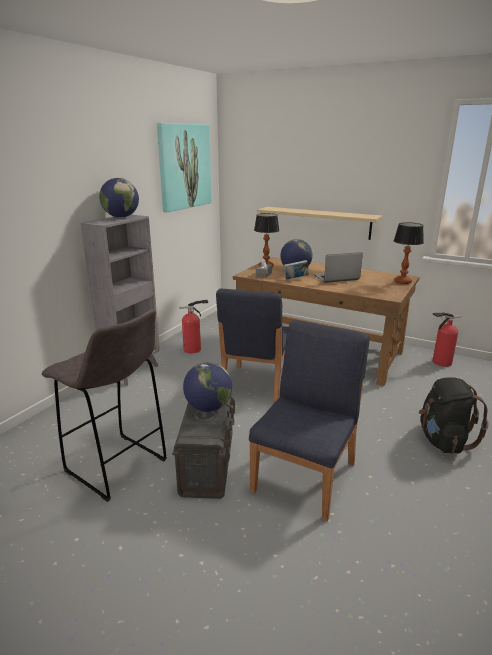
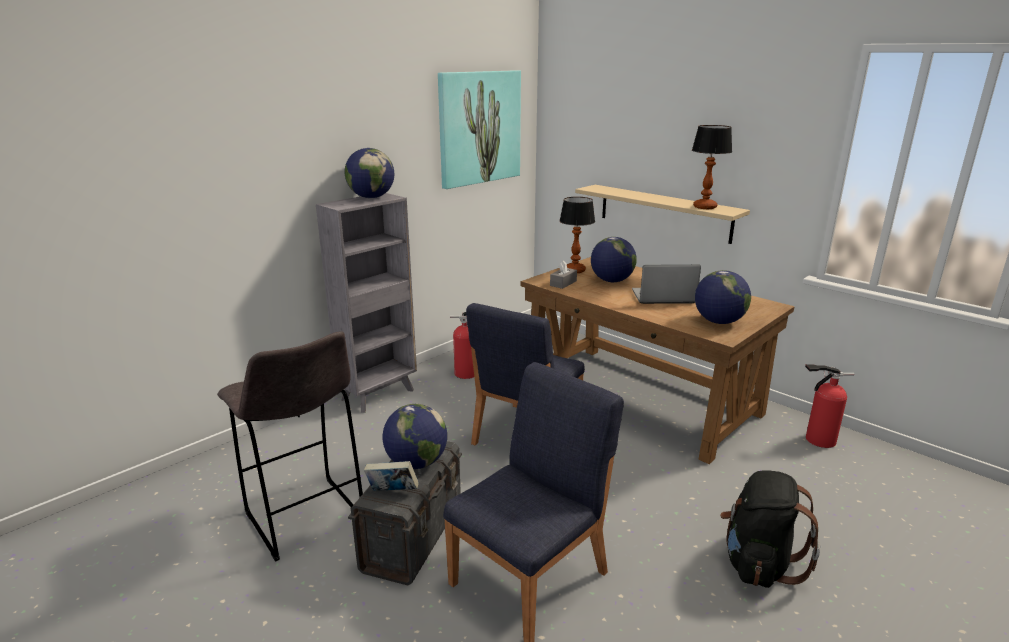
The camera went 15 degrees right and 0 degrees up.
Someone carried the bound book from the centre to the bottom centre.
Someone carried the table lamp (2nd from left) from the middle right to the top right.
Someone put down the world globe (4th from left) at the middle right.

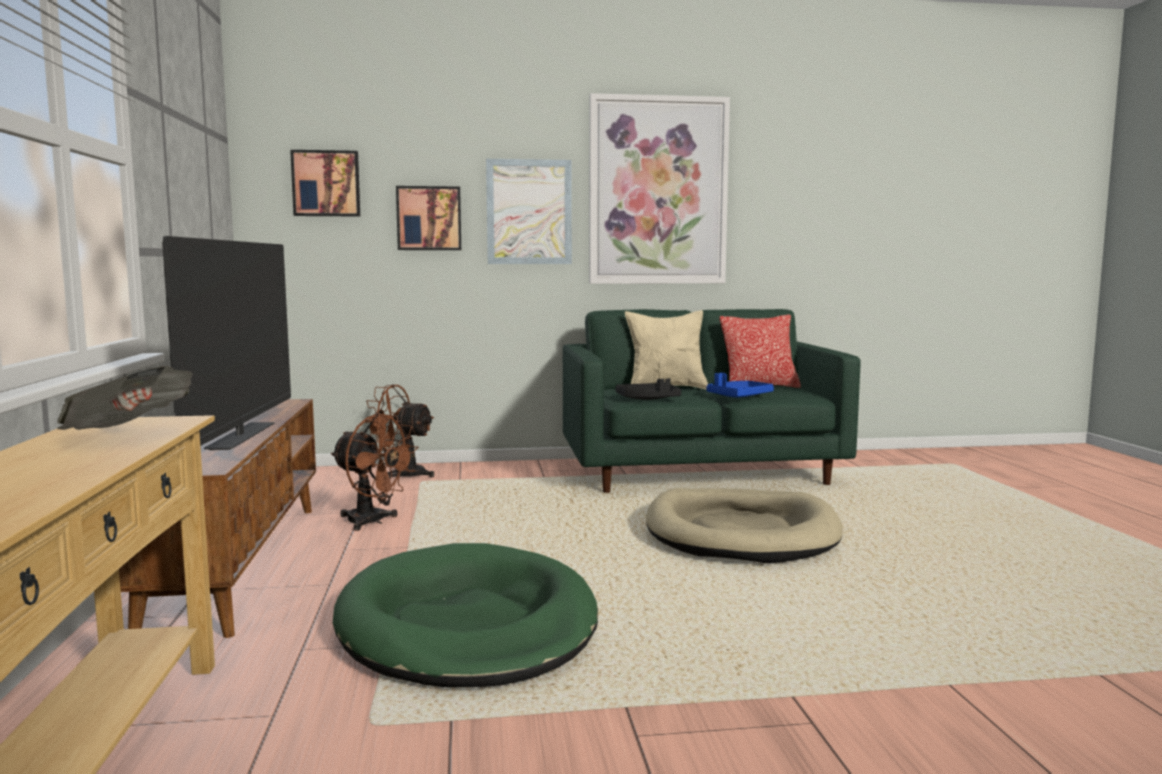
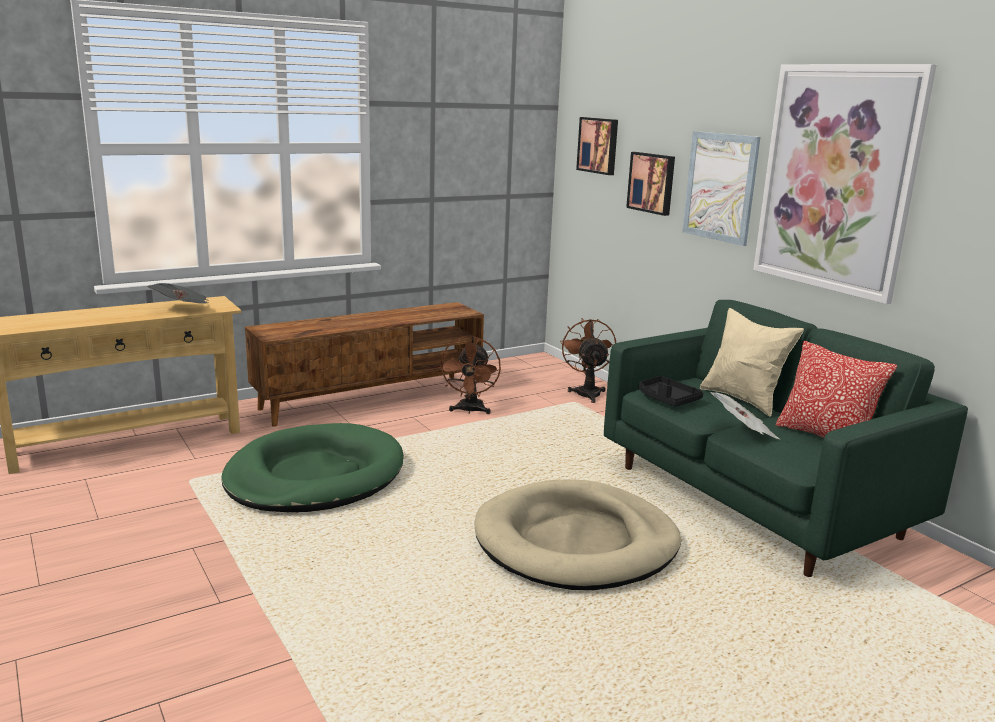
The camera went 65 degrees right and 10 degrees up.
Someone took away the television at the middle left.
Someone swapped the carrying tray in blue-coloured at the centre for the daily paper (2nd from left) at the middle right.

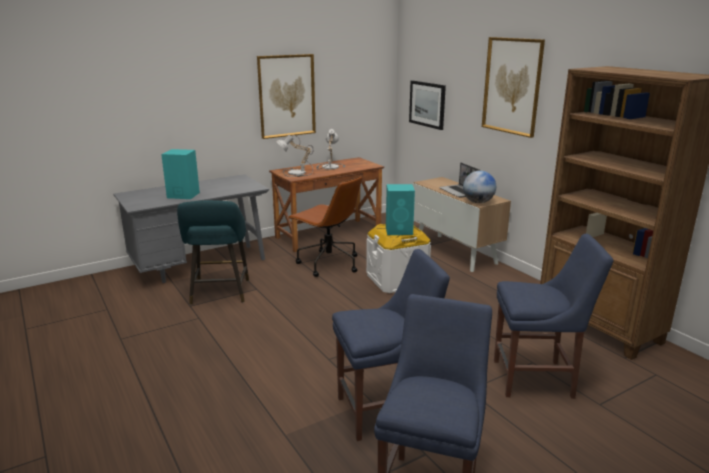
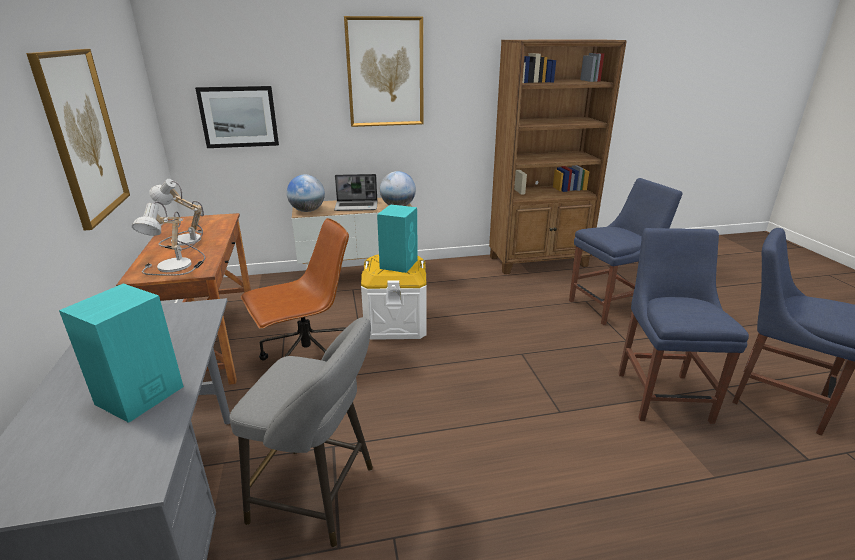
The camera went 70 degrees left and 5 degrees up.
Someone repainted the stool seat in blue-green at the middle left, which became the stool seat in gray at the bottom centre.
Someone rotated the upright chair in blue-coloured (3rd from left in the first image) at the bottom right by 45 degrees clockwise.
Someone put down the world globe (1st from left) at the centre.

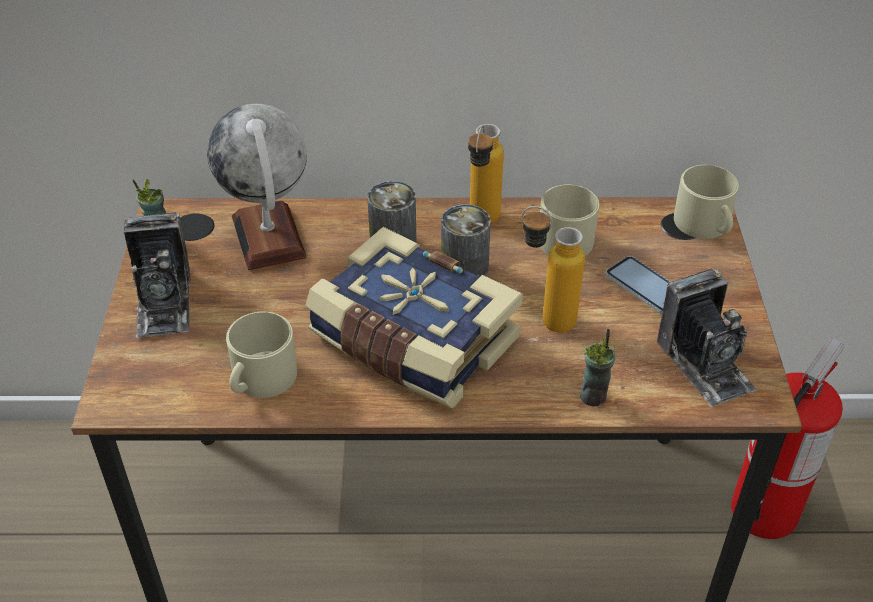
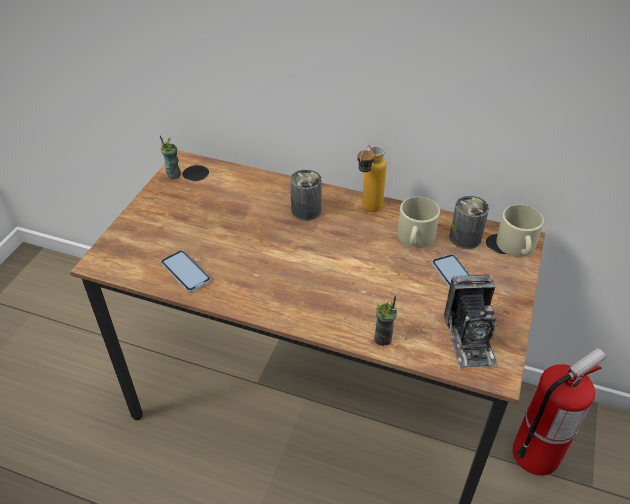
The camera went 20 degrees right and 0 degrees up.
Someone took away the still camera (1st from left) at the middle left.
Someone took away the world globe at the top left.
Someone swapped the coffee mug in sand-coloured (1st from left) at the middle left for the handset (1st from left) at the middle left.
Someone took away the bound book at the centre.
Someone carried the metal can (2nd from left) from the centre to the middle right.
Someone took away the beverage bottle (2nd from left) at the centre.

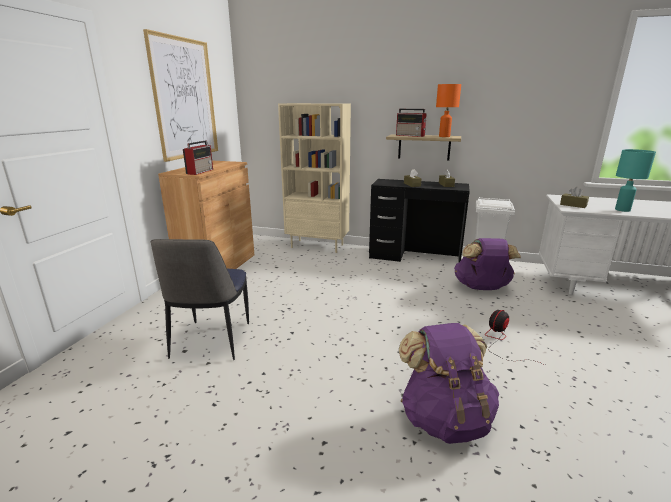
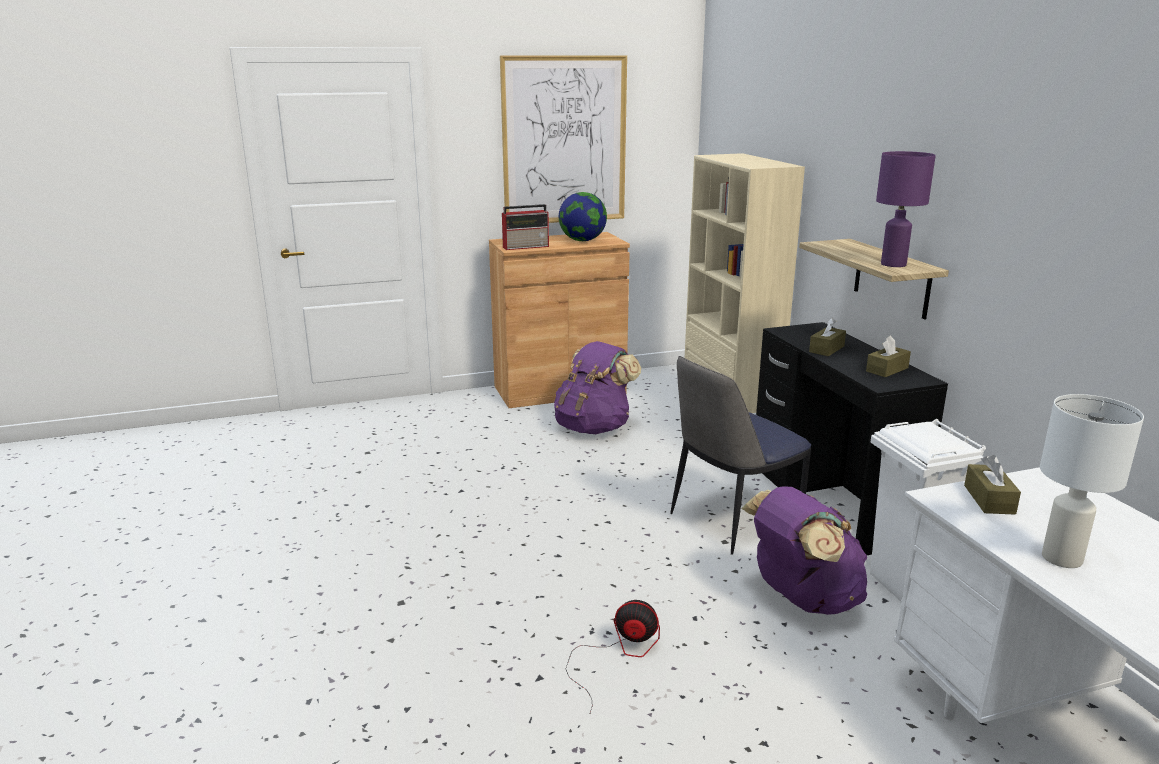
The camera went 55 degrees right and 0 degrees up.
Someone carried the upright chair from the middle left to the centre.
Someone took away the radio (2nd from left) at the top centre.
Someone carried the rucksack in purplish (1st from left) from the bottom right to the centre.
Someone repainted the table lamp in orangey at the top right, which became the table lamp in purplish at the top right.
Someone repainted the table lamp in blue-green at the middle right, which became the table lamp in white at the middle right.
Someone put down the world globe at the top centre.

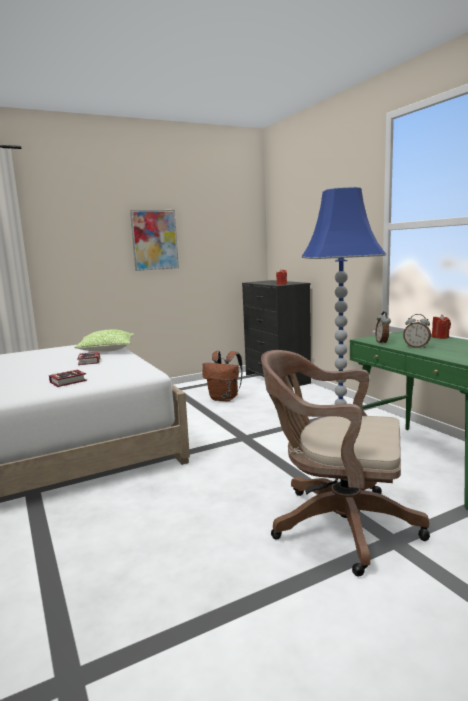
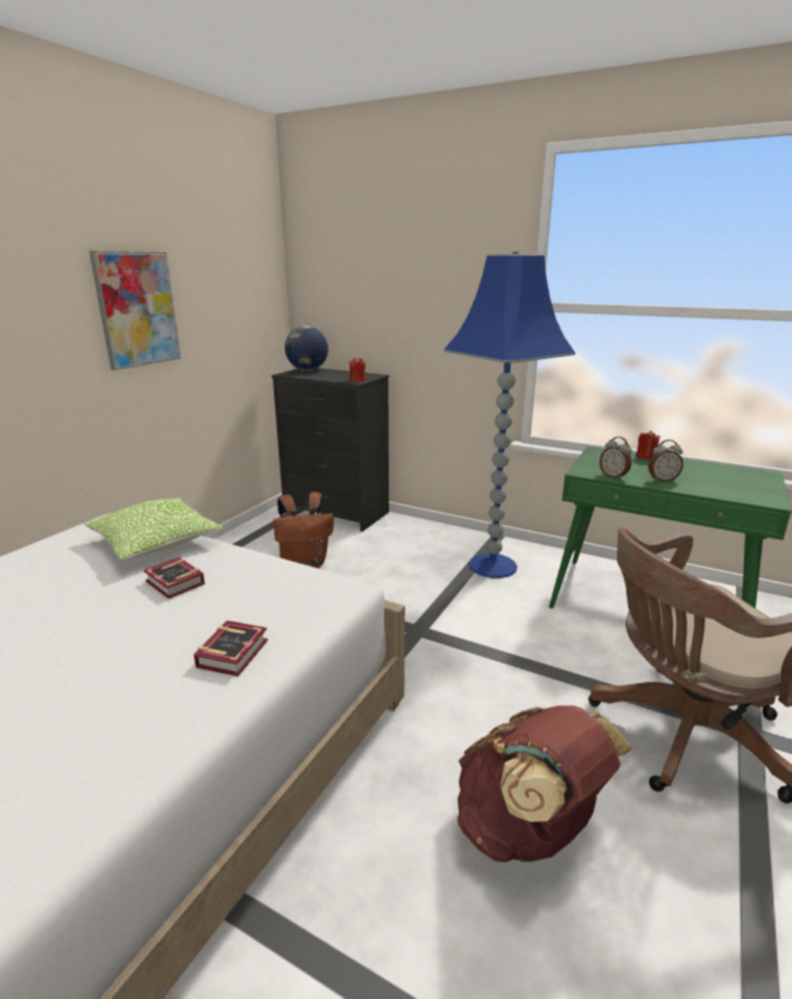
The camera went 35 degrees left and 10 degrees up.
Someone put down the world globe at the centre.
Someone put down the rucksack in brown (2nd from left) at the bottom right.

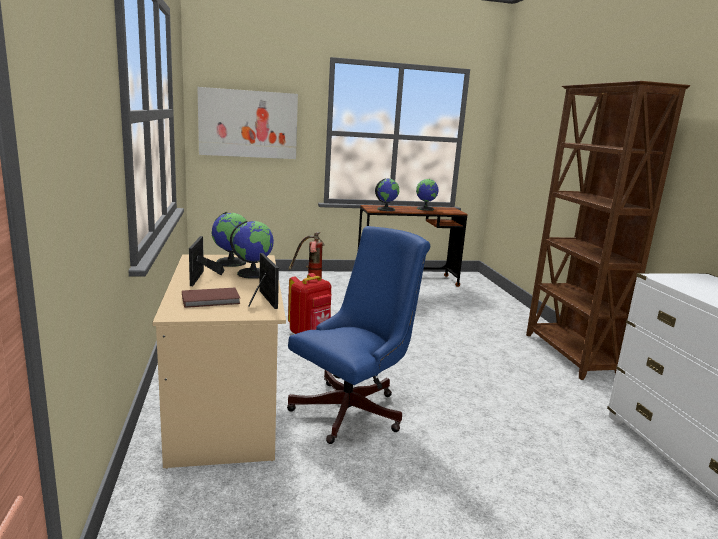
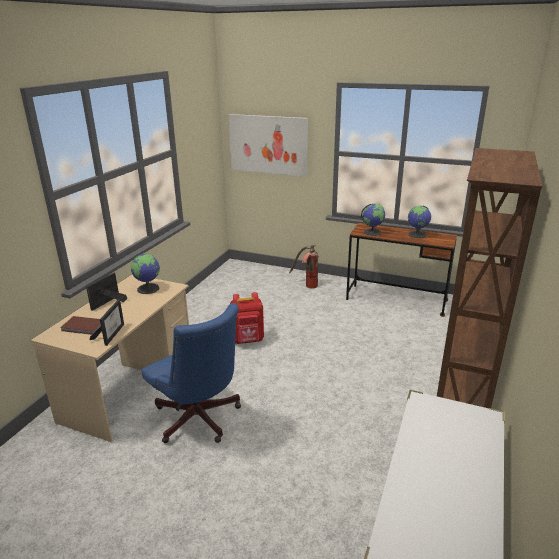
The camera went 35 degrees right and 10 degrees up.
Someone took away the world globe (2nd from left) at the centre.
Someone rotated the desk chair in blue-coloured at the centre by 60 degrees clockwise.

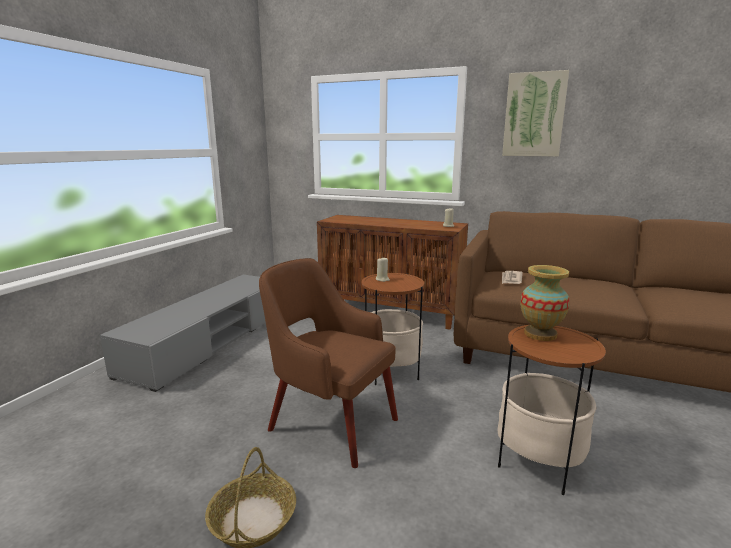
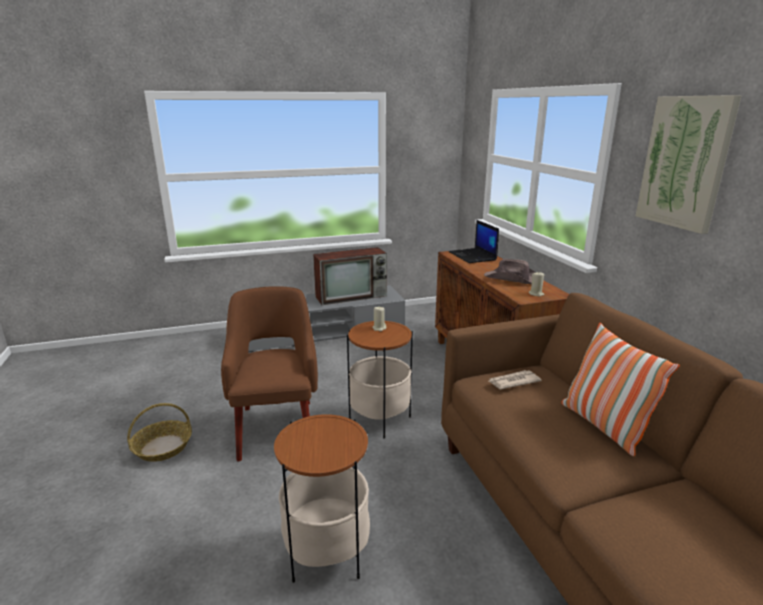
The camera went 50 degrees right and 5 degrees up.
Someone took away the decorative vase at the middle right.
Someone put down the television at the centre.
Someone put down the laptop at the centre.
Someone put down the hat in brown at the middle right.
Someone put down the throw pillow at the middle right.

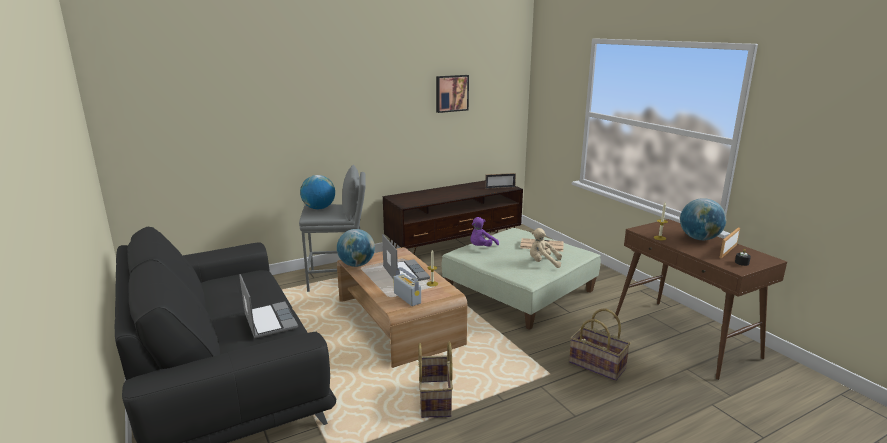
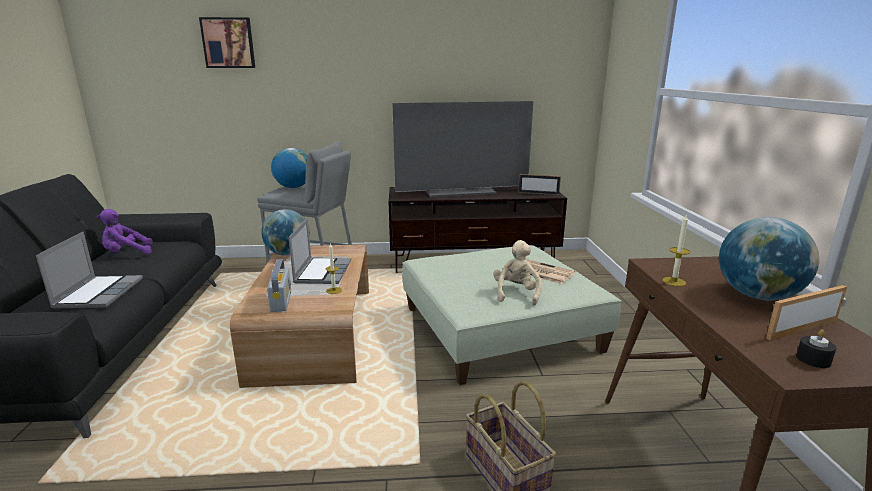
The camera went 25 degrees right and 0 degrees up.
Someone took away the basket (1st from left) at the bottom centre.
Someone carried the wall art from the top centre to the top left.
Someone carried the soft toy in purplish from the centre to the middle left.
Someone rotated the soft toy in sand-coloured at the centre by 60 degrees clockwise.
Someone put down the television at the top centre.

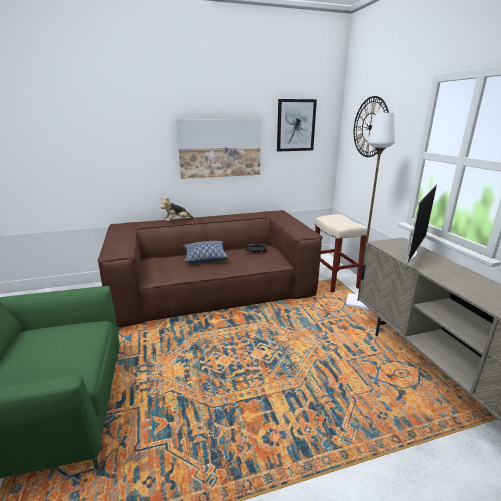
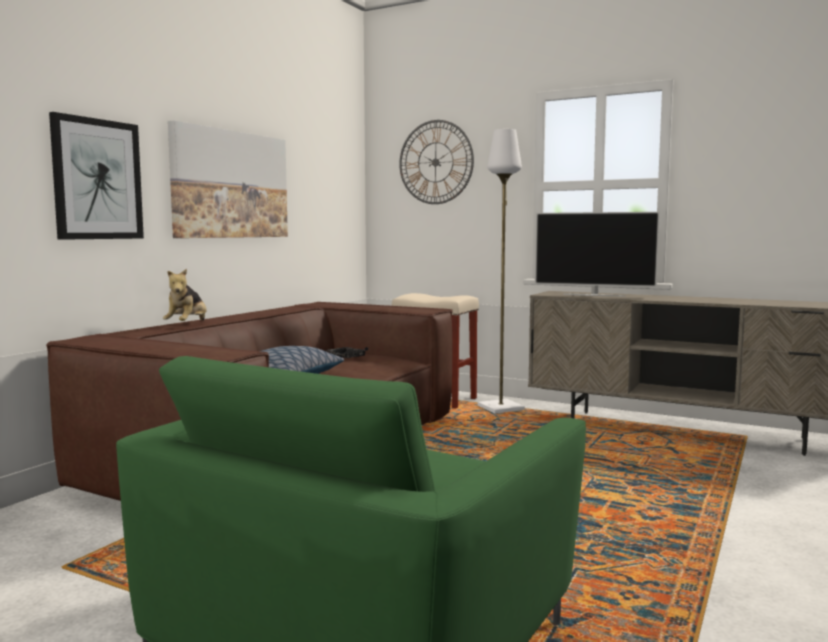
The camera went 45 degrees left and 15 degrees down.
Someone carried the wall art (2nd from left in the first image) from the top centre to the top left.
Someone rotated the television at the middle right by 120 degrees clockwise.

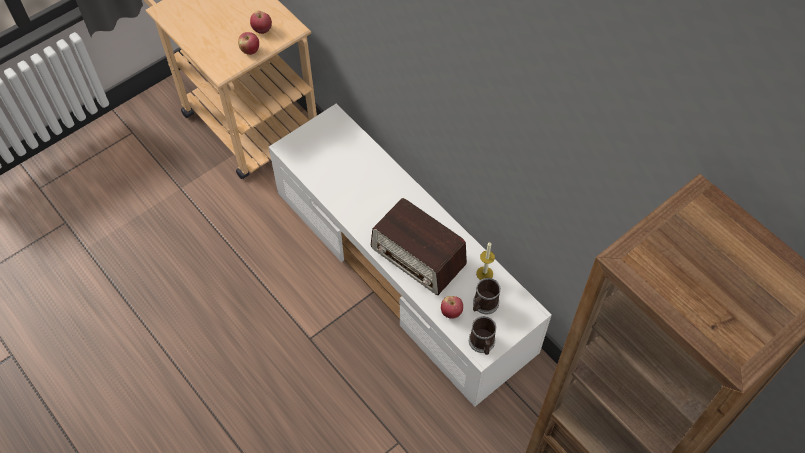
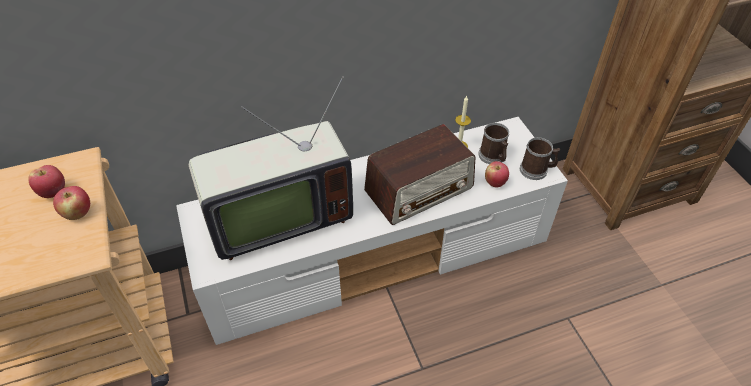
The camera went 70 degrees left and 10 degrees down.
Someone put down the television at the centre.

